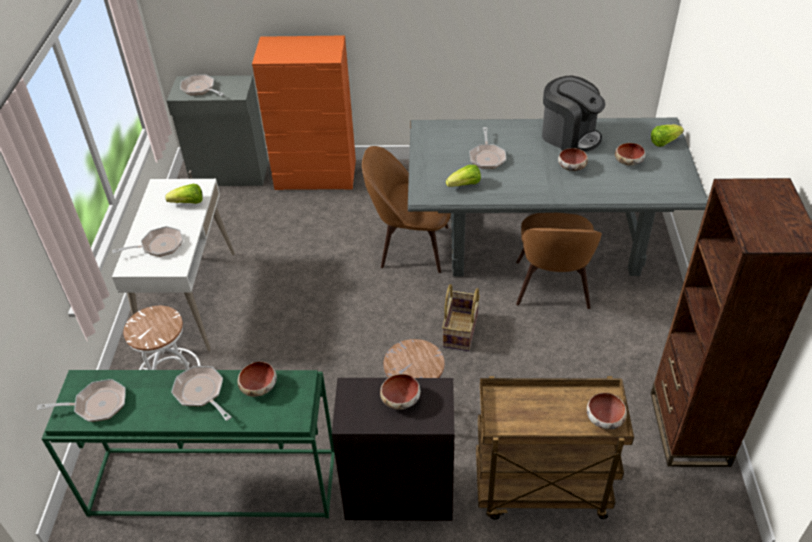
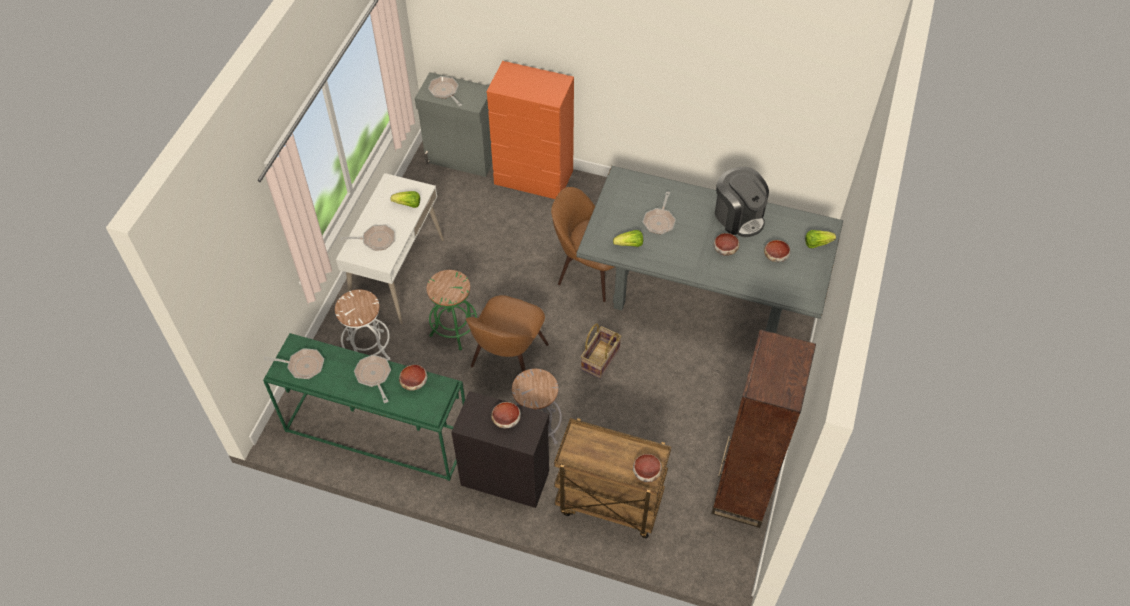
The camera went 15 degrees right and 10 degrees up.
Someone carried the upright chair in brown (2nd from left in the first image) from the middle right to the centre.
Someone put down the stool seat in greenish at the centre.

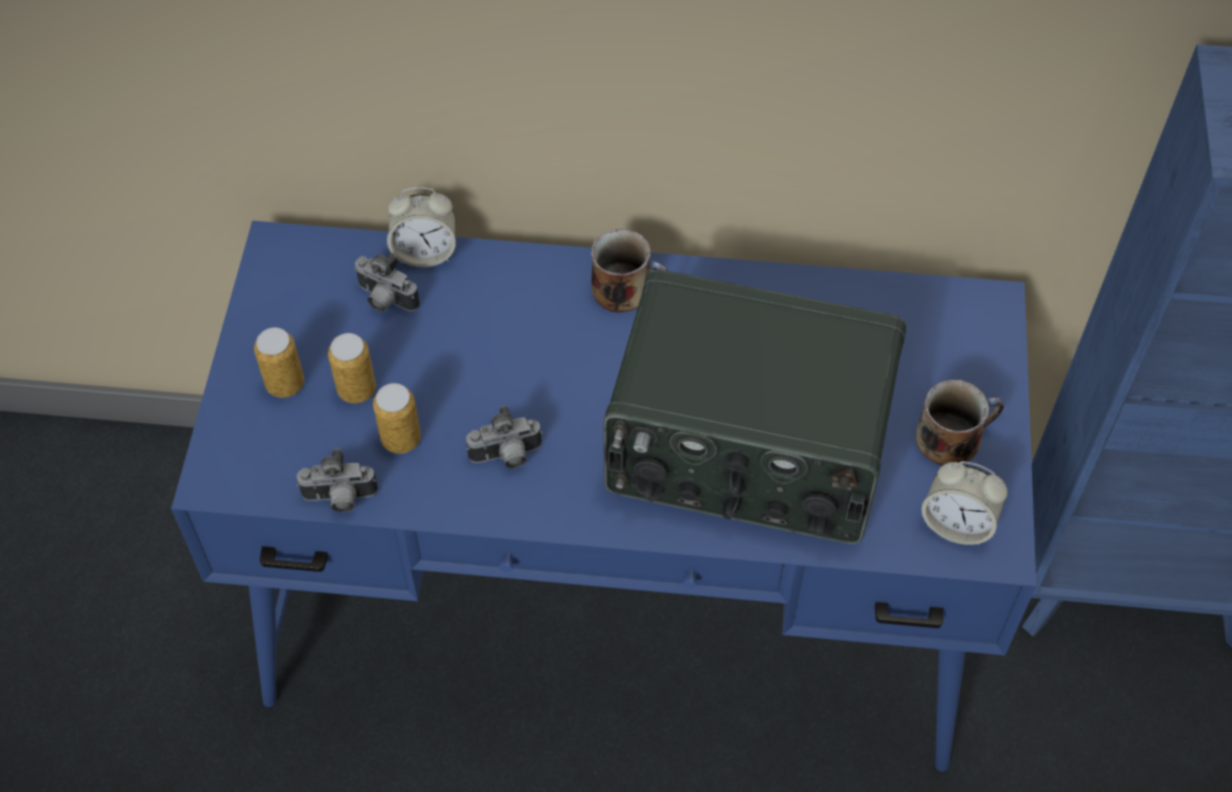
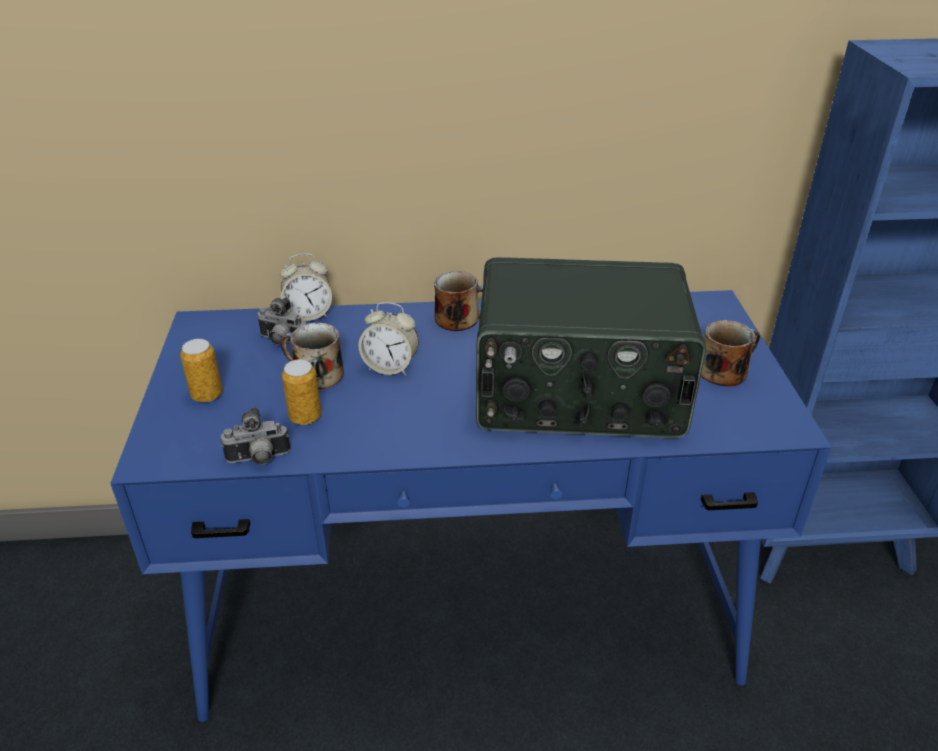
The camera went 10 degrees left and 20 degrees down.
Someone took away the metal can (2nd from left) at the middle left.
Someone took away the still camera (3rd from left) at the centre.
Someone carried the alarm clock (2nd from left) from the middle right to the centre.
Someone put down the coffee mug (1st from left) at the middle left.

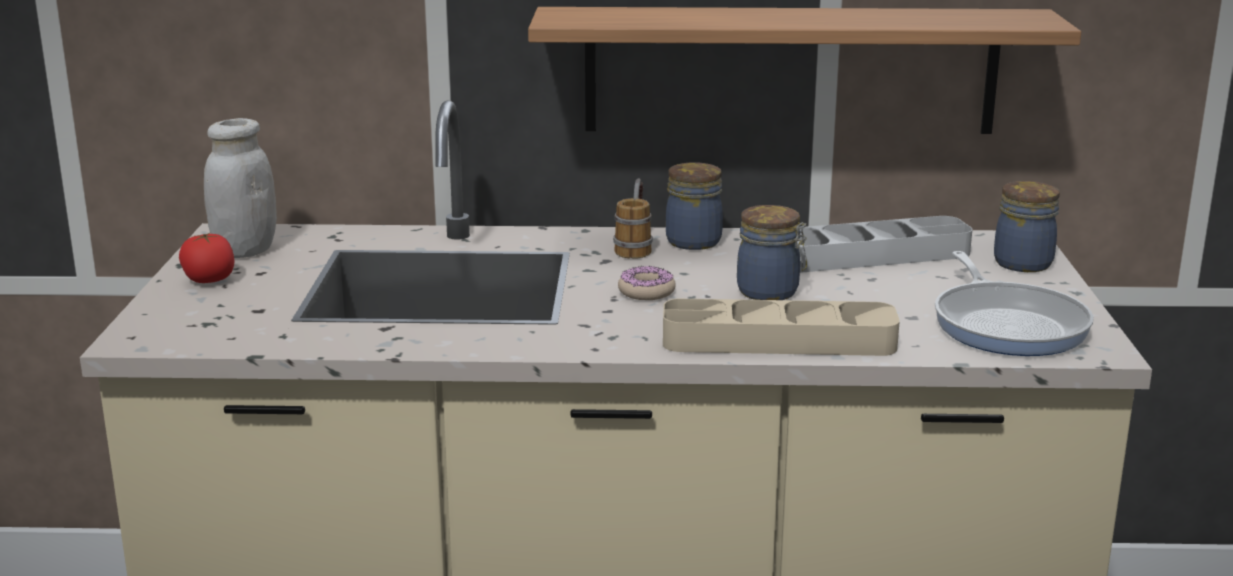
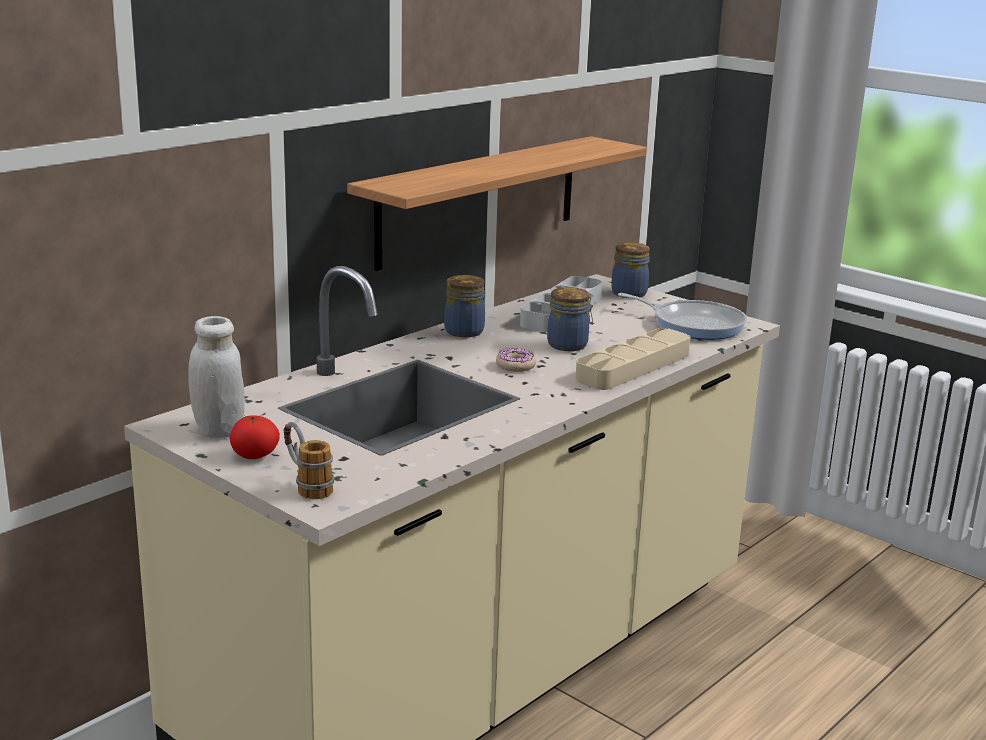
The camera went 50 degrees left and 0 degrees up.
Someone carried the coffee mug from the centre to the middle left.

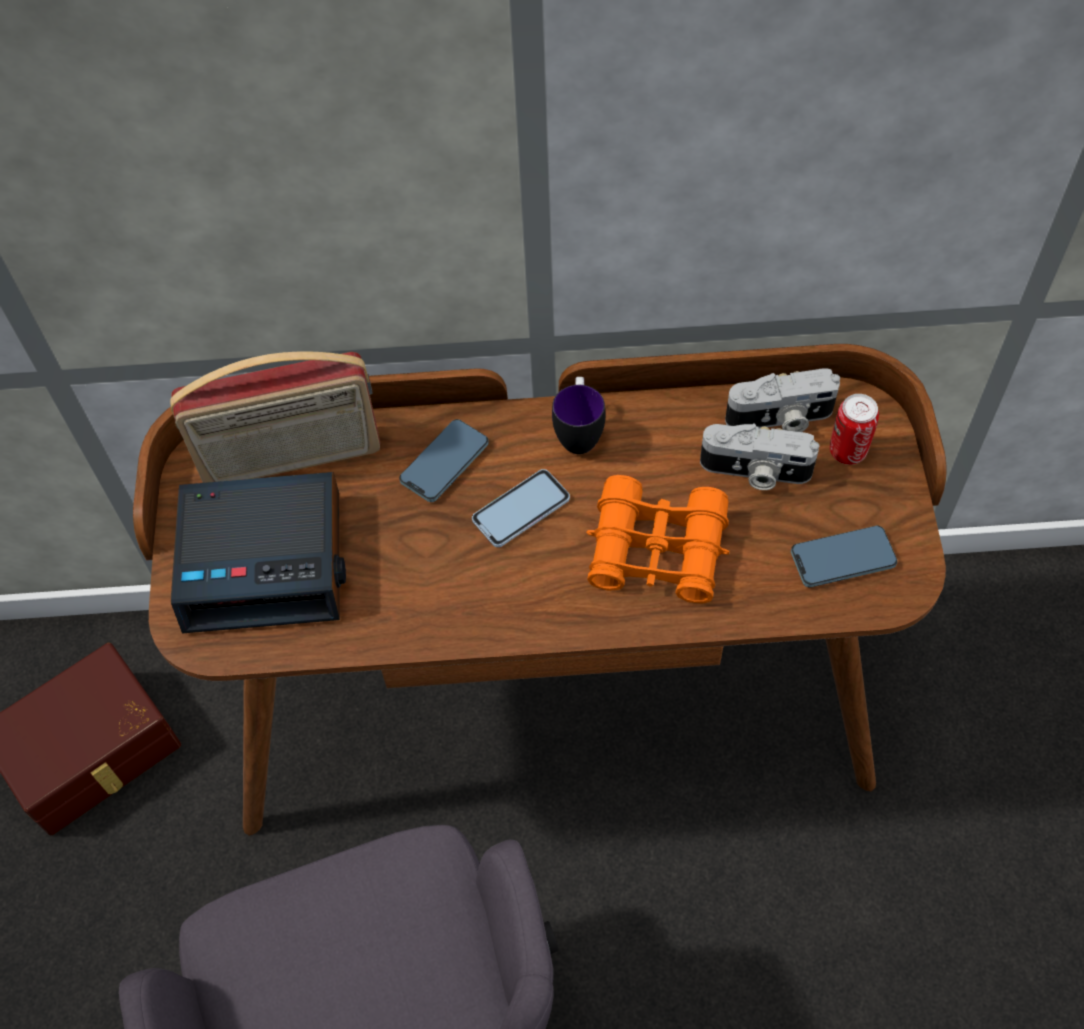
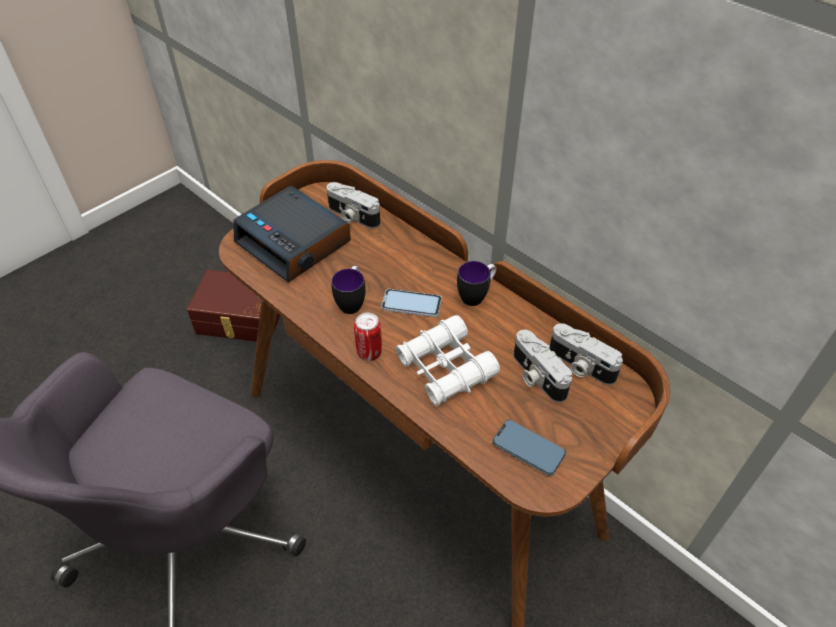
The camera went 45 degrees right and 10 degrees down.
Someone swapped the radio at the middle left for the still camera (1st from left) at the top centre.
Someone took away the handset (1st from left) at the centre.
Someone repainted the pair of binoculars in orangey at the centre, which became the pair of binoculars in white at the centre.
Someone carried the metal can from the middle right to the centre.
Someone put down the coffee mug (1st from left) at the centre.

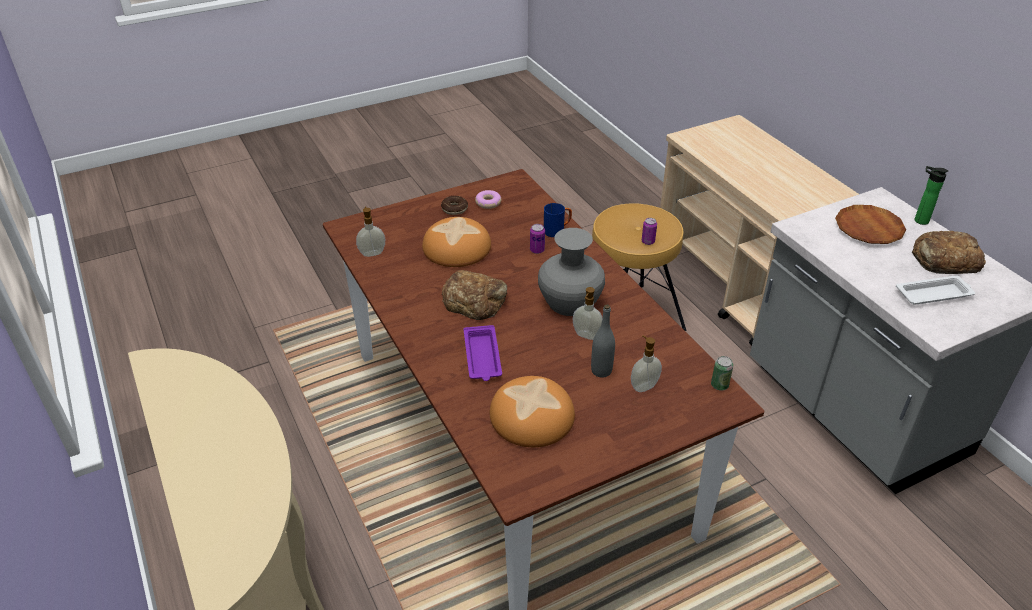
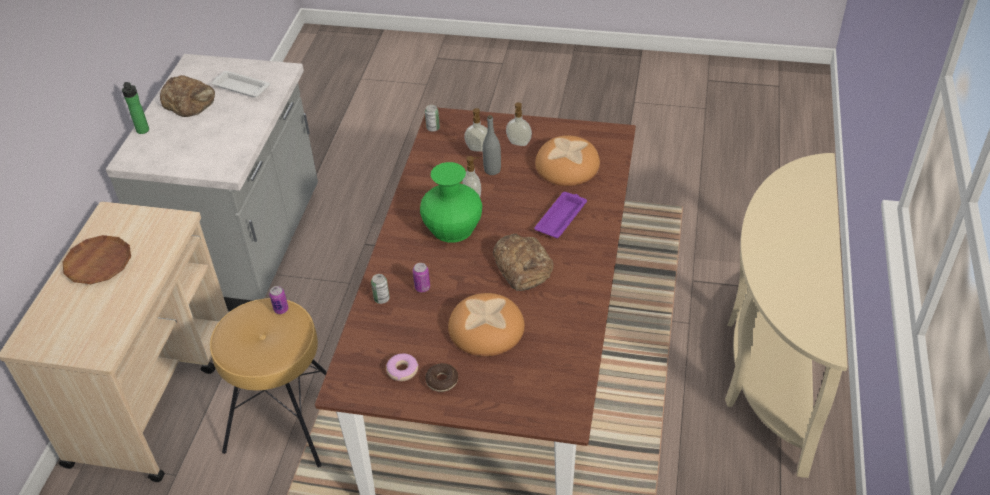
The camera went 140 degrees left and 5 degrees up.
Someone carried the soap bottle (1st from left in the first image) from the centre to the top centre.
Someone repainted the decorative vase in gray at the centre, which became the decorative vase in greenish at the centre.
Someone swapped the coffee mug in blue-coloured at the centre for the metal can (2nd from left) at the centre.
Someone carried the dinner plate in brown from the middle right to the middle left.

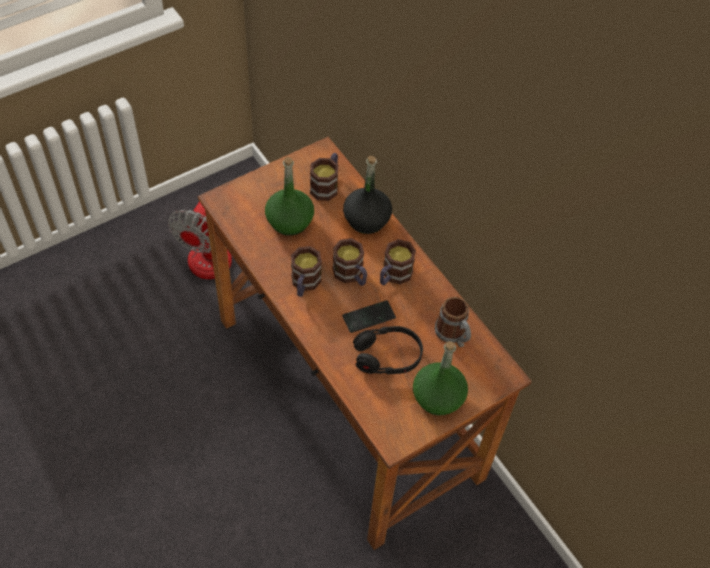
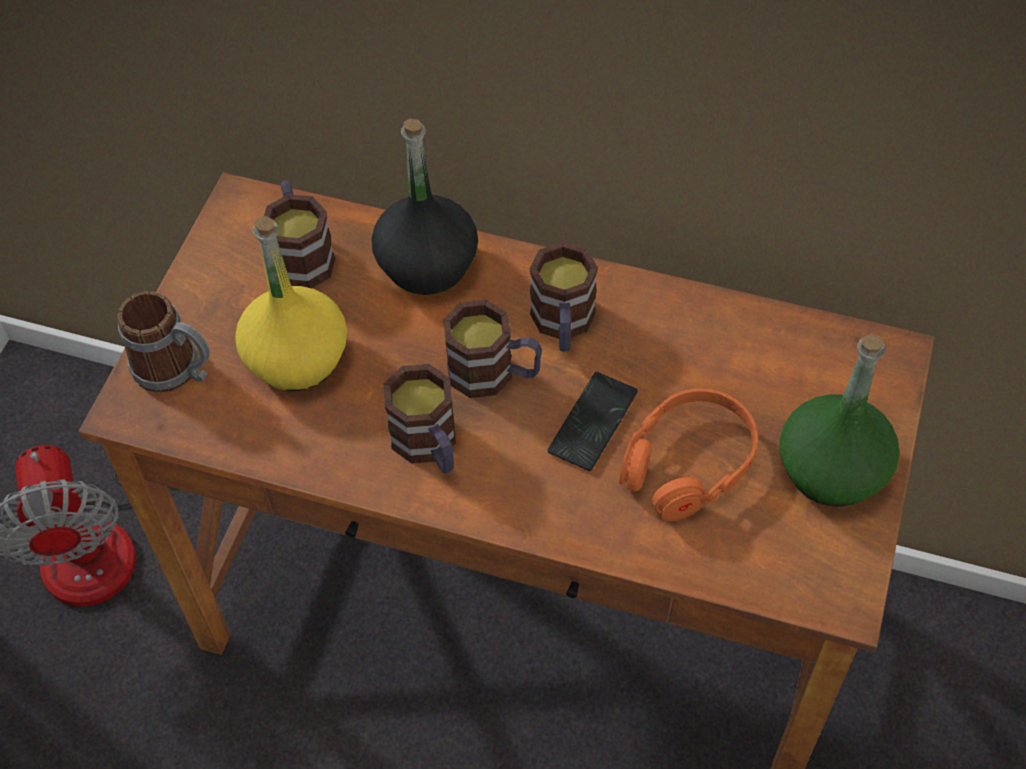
The camera went 35 degrees left and 0 degrees up.
Someone repainted the beverage bottle in greenish (1st from left) at the centre, which became the beverage bottle in yellowish at the middle left.
Someone repainted the headset in black-coloured at the centre, which became the headset in orangey at the middle right.
Someone carried the coffee mug (5th from left in the first image) from the centre to the middle left.

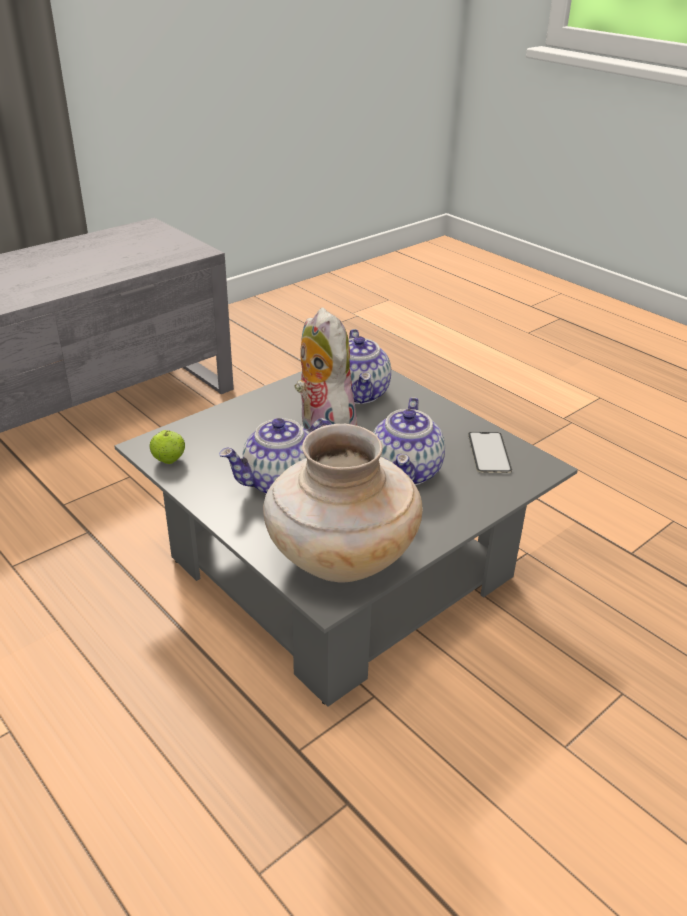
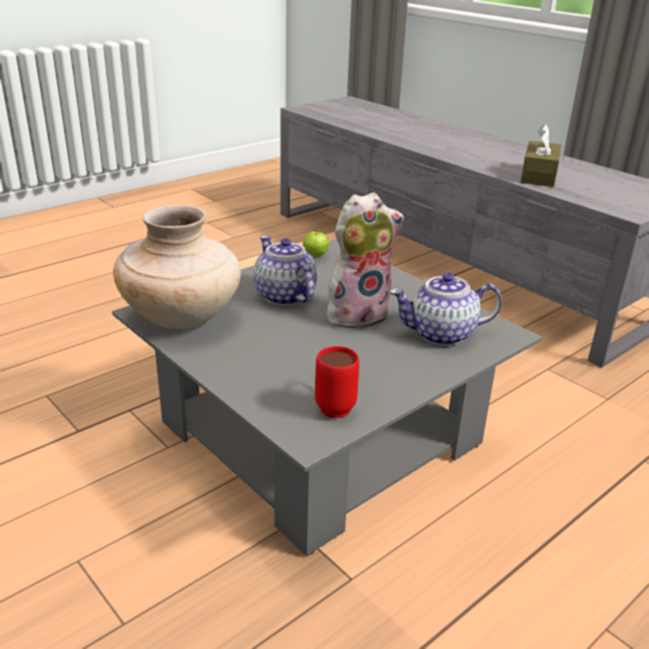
The camera went 90 degrees right and 5 degrees down.
Someone took away the pot for tea (3rd from left) at the centre.
Someone swapped the handset at the middle right for the coffee mug in reddish at the centre.
Someone put down the tissue box in brown at the top right.

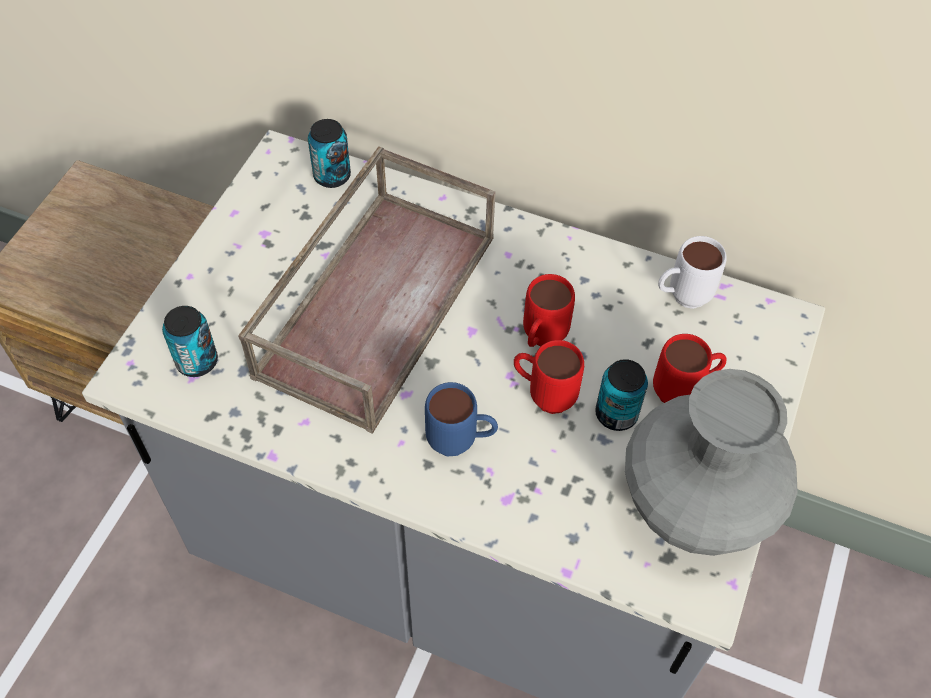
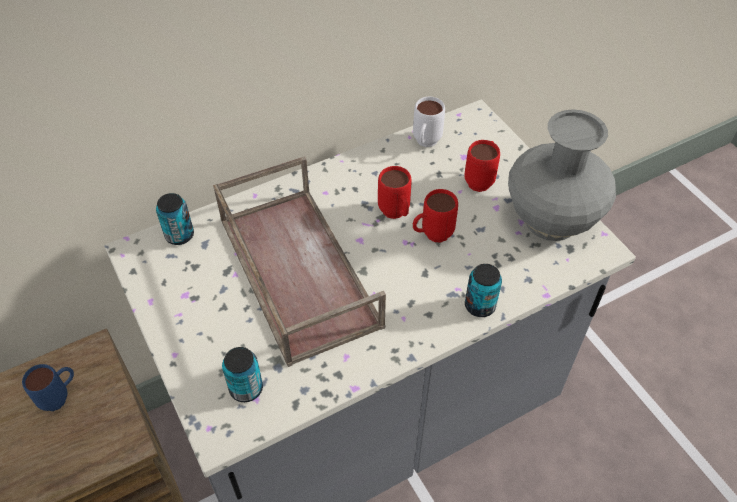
The camera went 50 degrees left and 5 degrees down.
Someone carried the coffee mug in blue-coloured from the centre to the bottom left.
Someone carried the metal can (3rd from left) from the middle right to the centre.

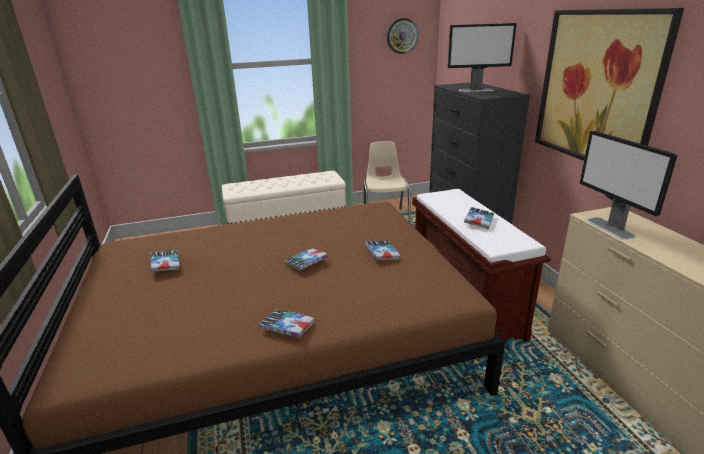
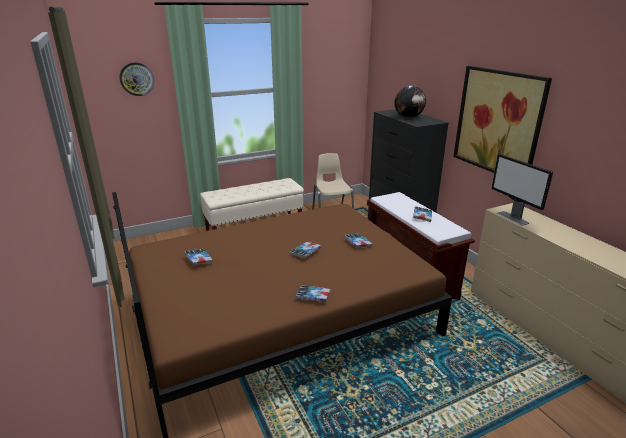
The camera went 10 degrees left and 0 degrees up.
Someone carried the clock on the wall from the top centre to the top left.
Someone swapped the monitor (1st from left) at the top right for the world globe at the top centre.

